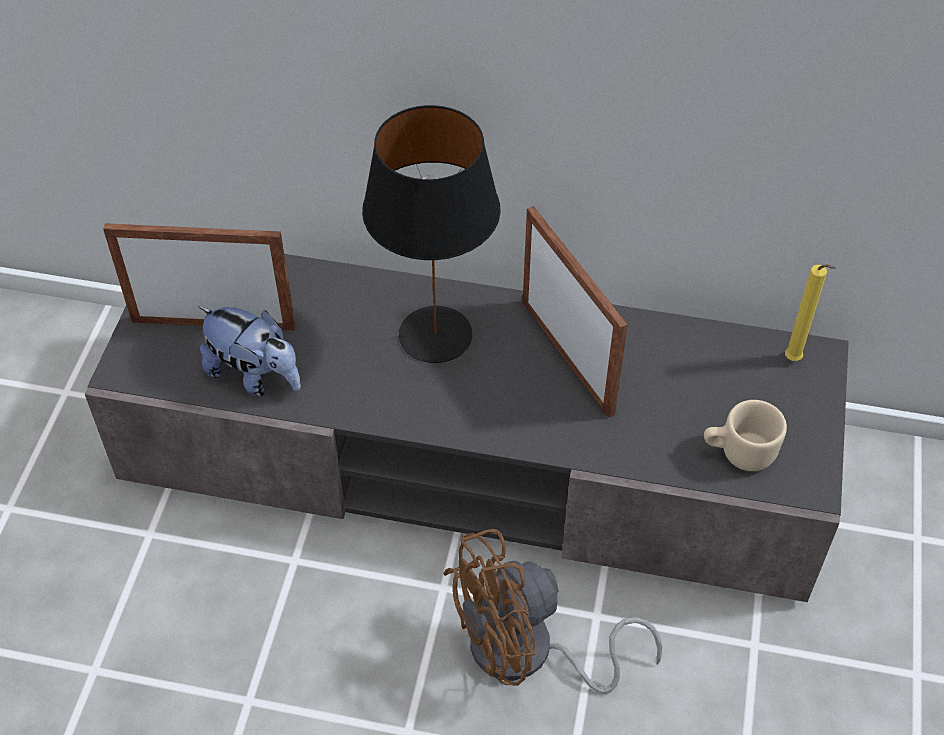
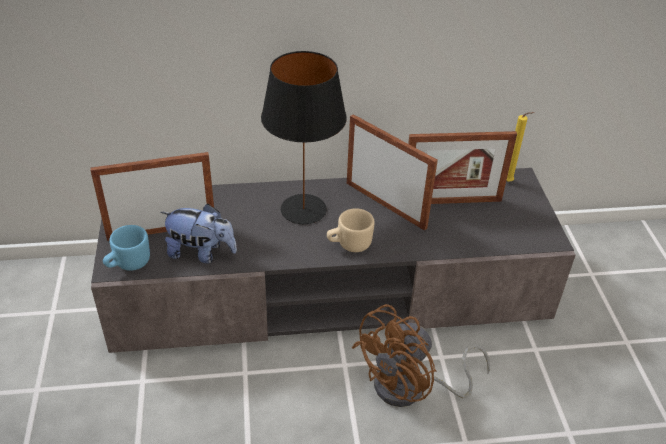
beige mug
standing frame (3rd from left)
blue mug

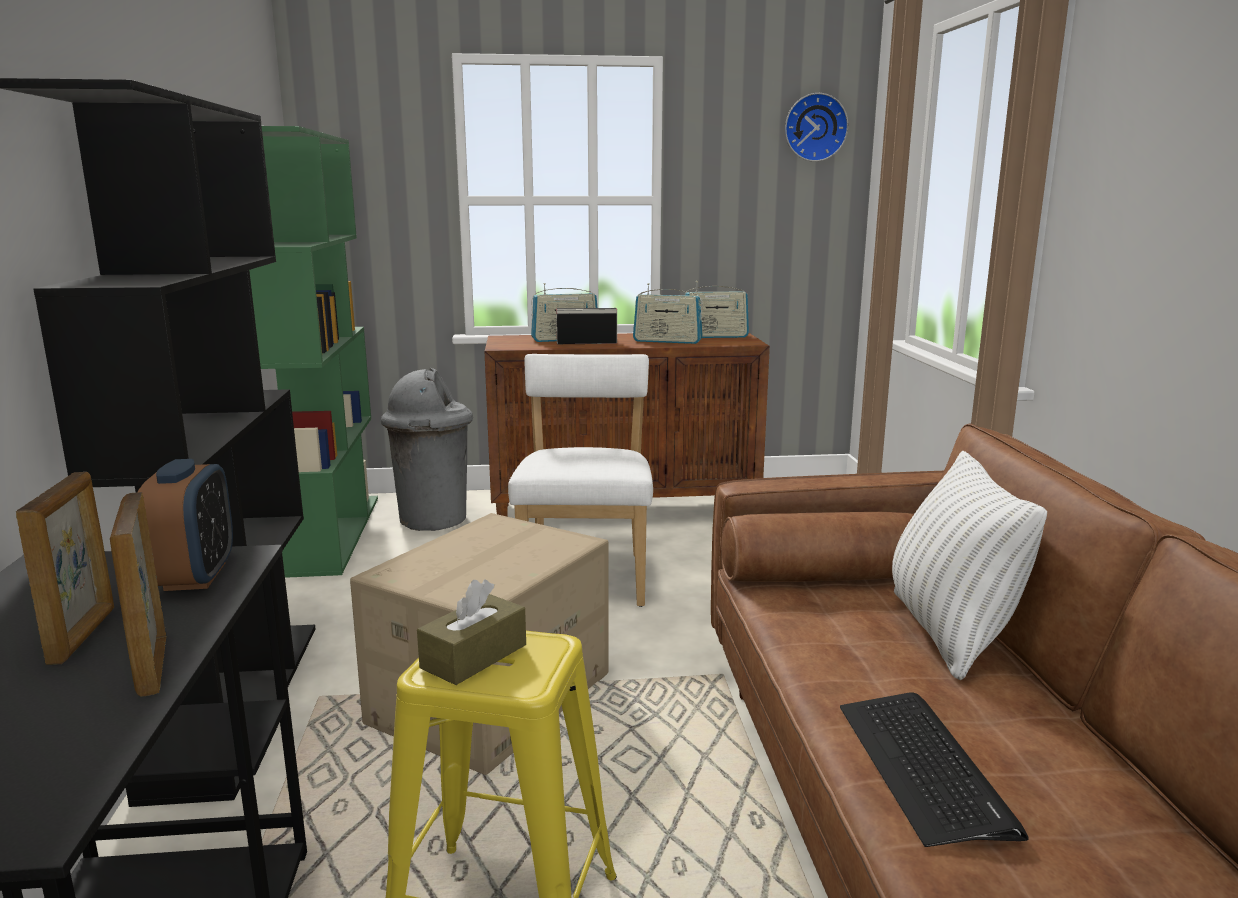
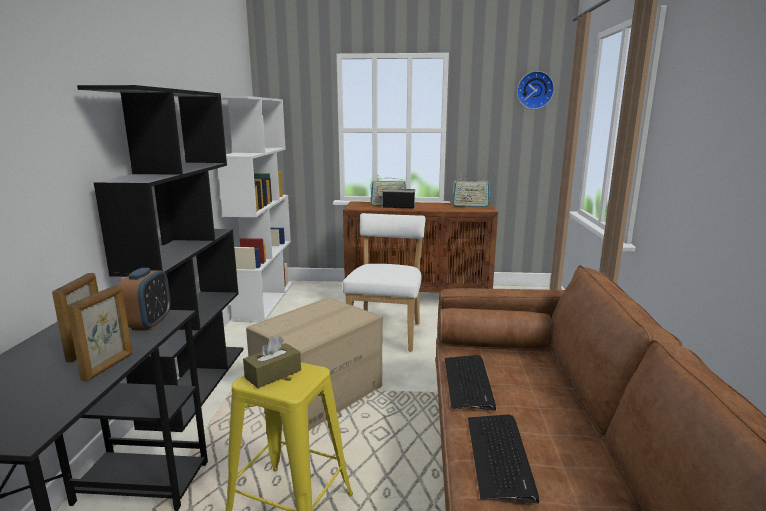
white shelving unit
radio receiver (3rd from left in the first image)
gray trash can
white cushion
standing frame (2nd from left)
keyboard (1st from left)

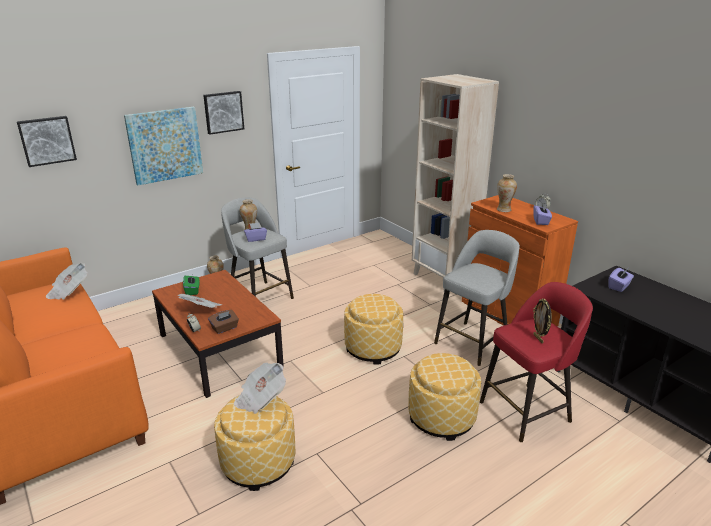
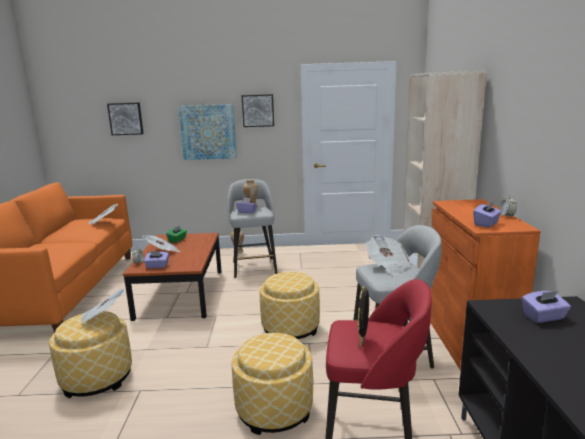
vase (3rd from left in the first image)
purple-coloured box of tissues (1st from left)
newspaper (4th from left)

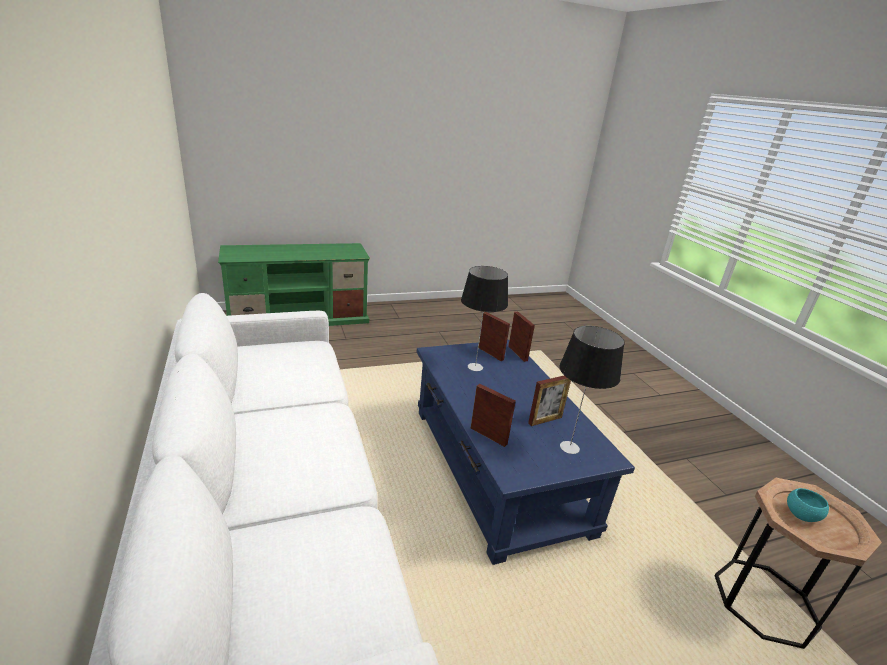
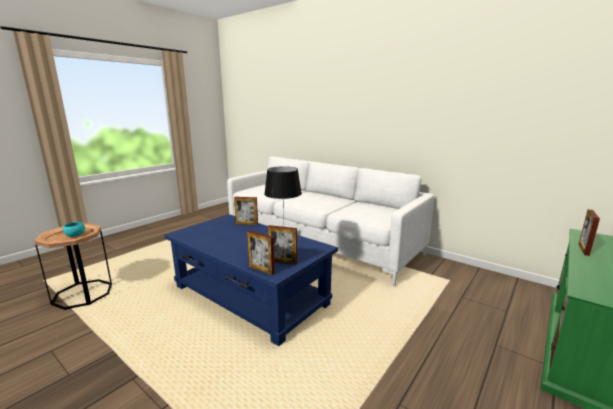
lamp for a table (2nd from left in the first image)
standing frame (4th from left)

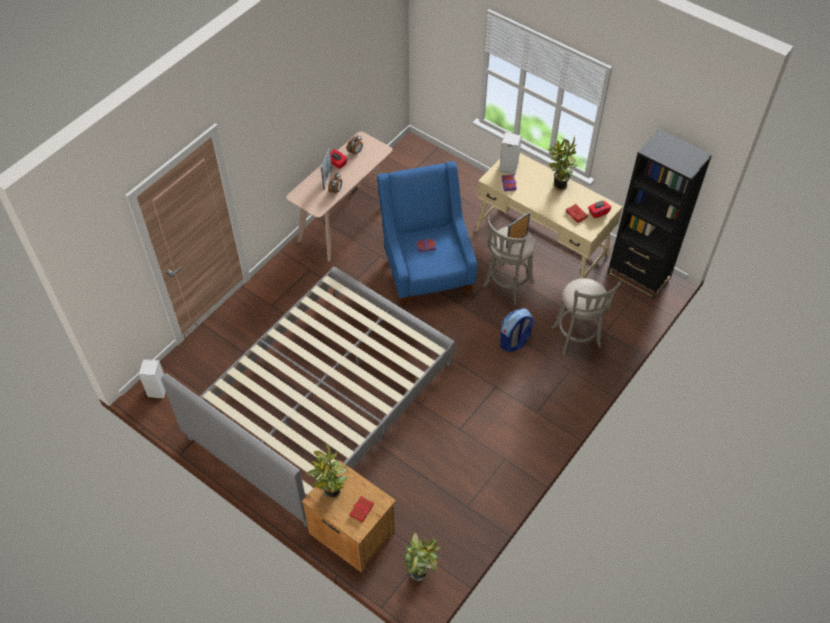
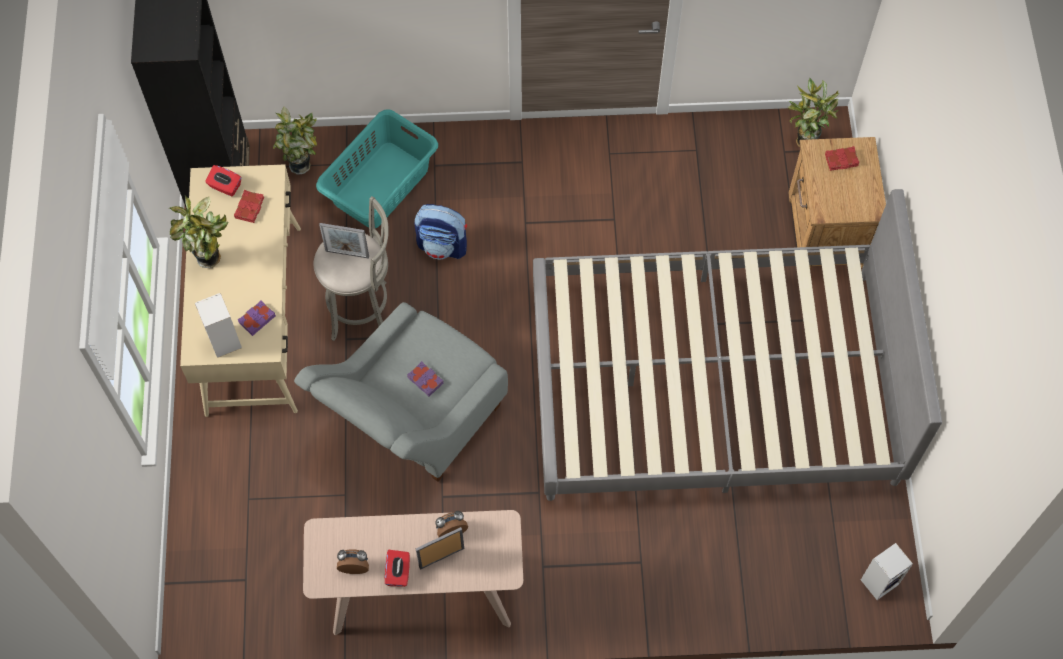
gray easy chair
blue-green laundry basket
houseplant (2nd from left)

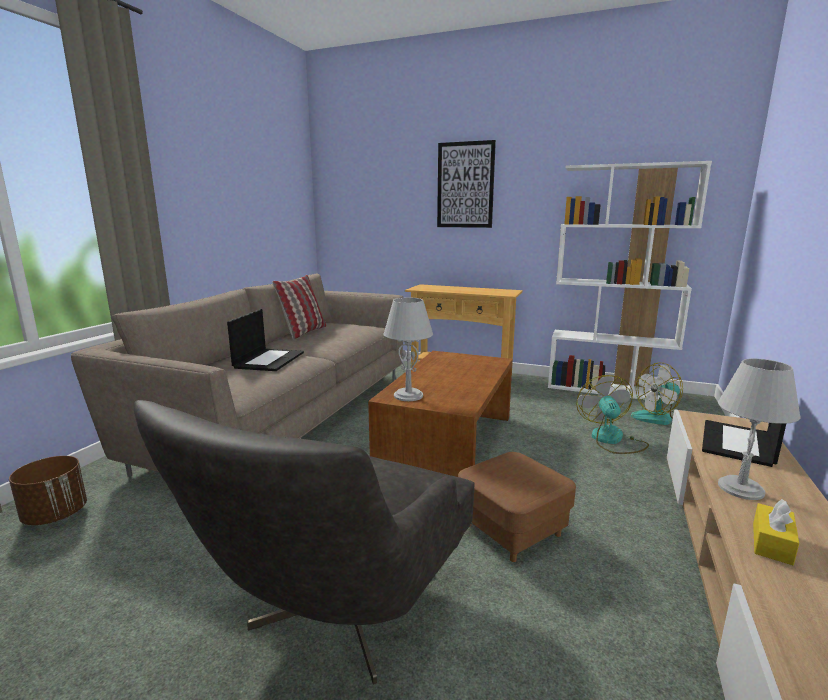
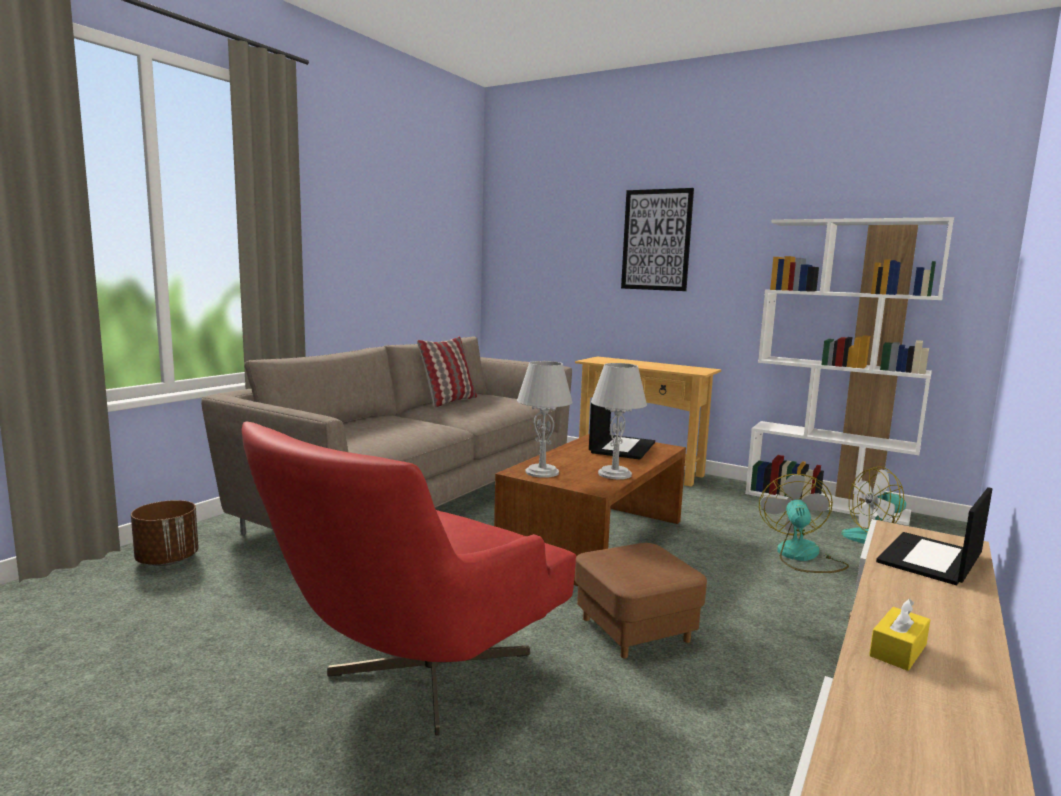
portable computer (1st from left)
gray lamp for a table (2nd from left)
red-coloured easy chair

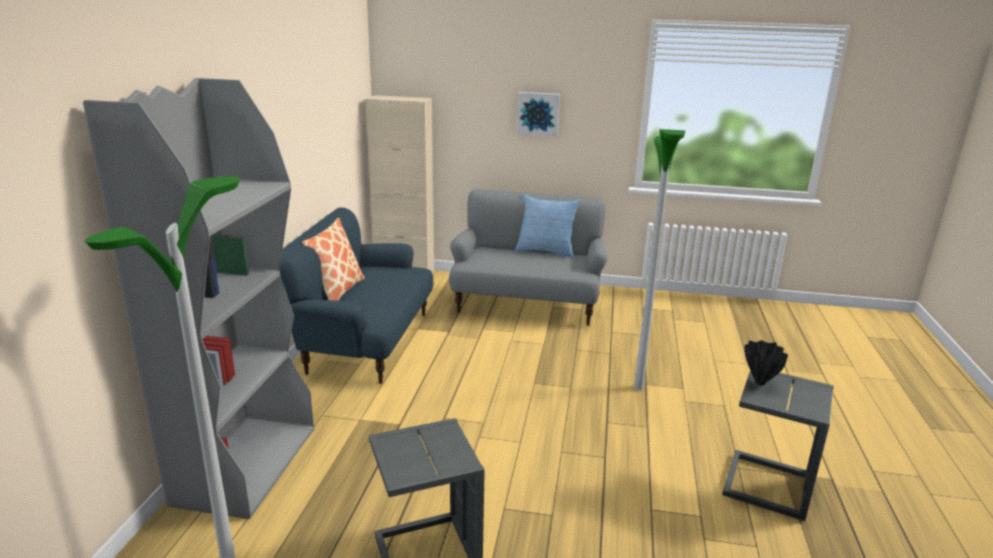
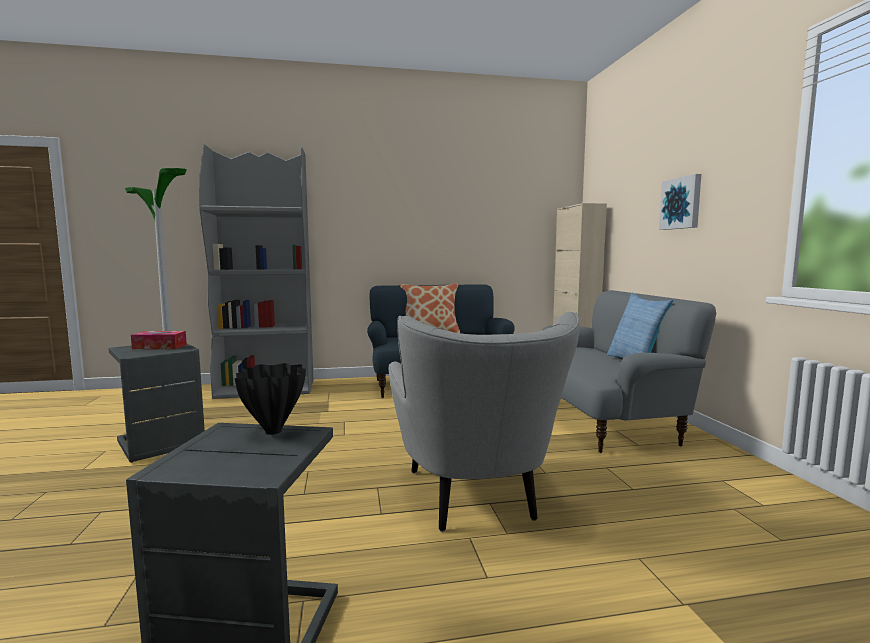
gray easy chair
box of tissues

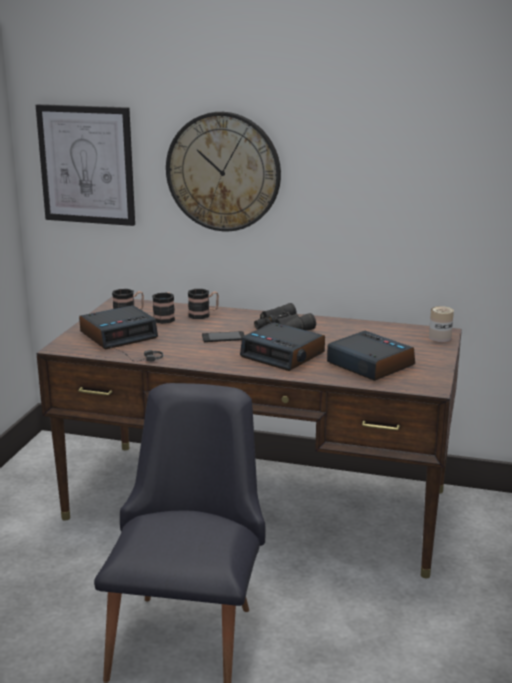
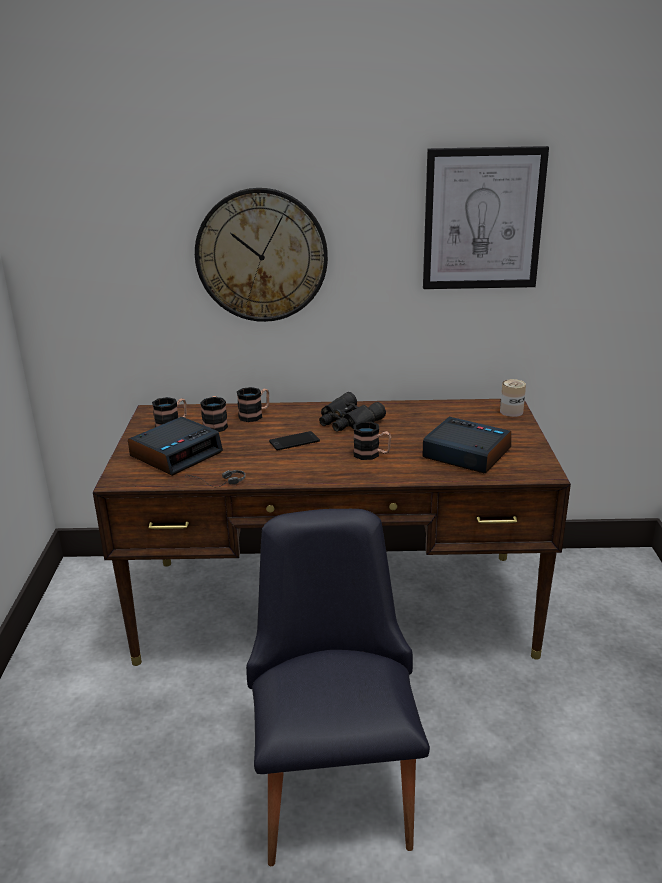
picture
mug (4th from left)

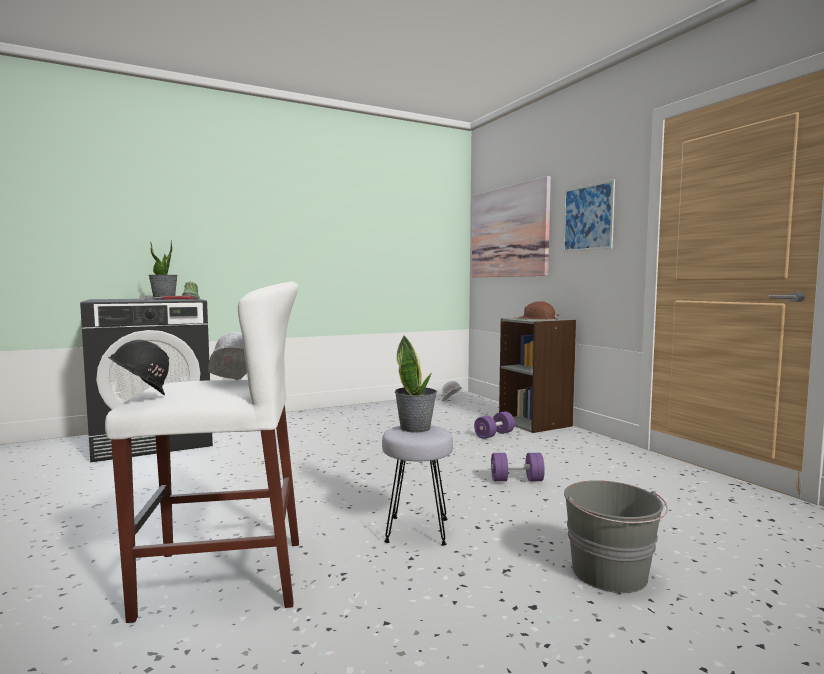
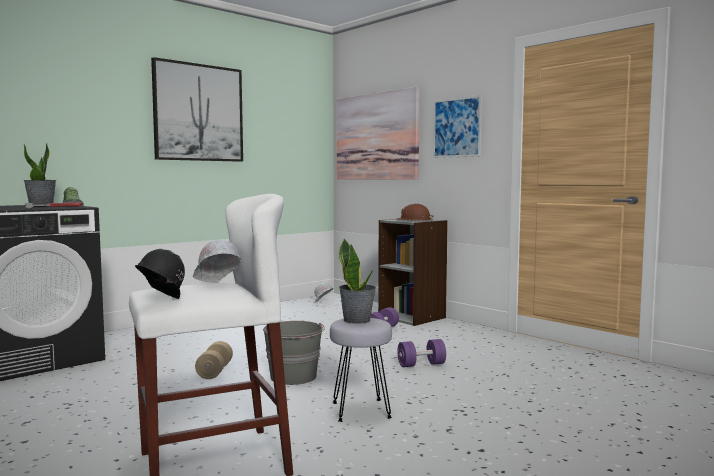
gray water bucket
picture (1st from left)
beige free weight

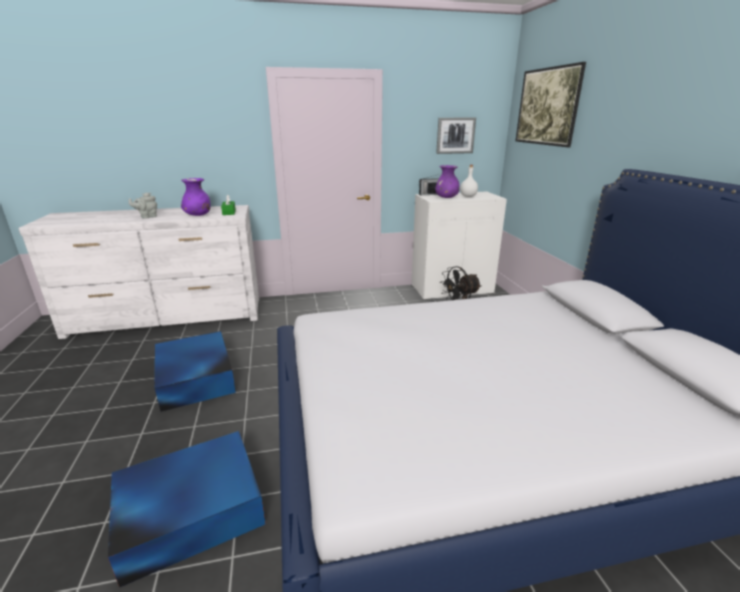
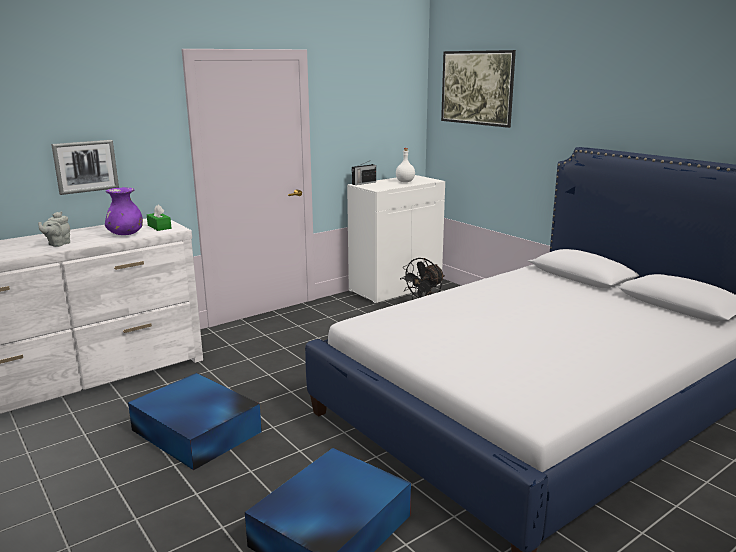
picture (1st from left)
purple-coloured vase (2nd from left in the first image)

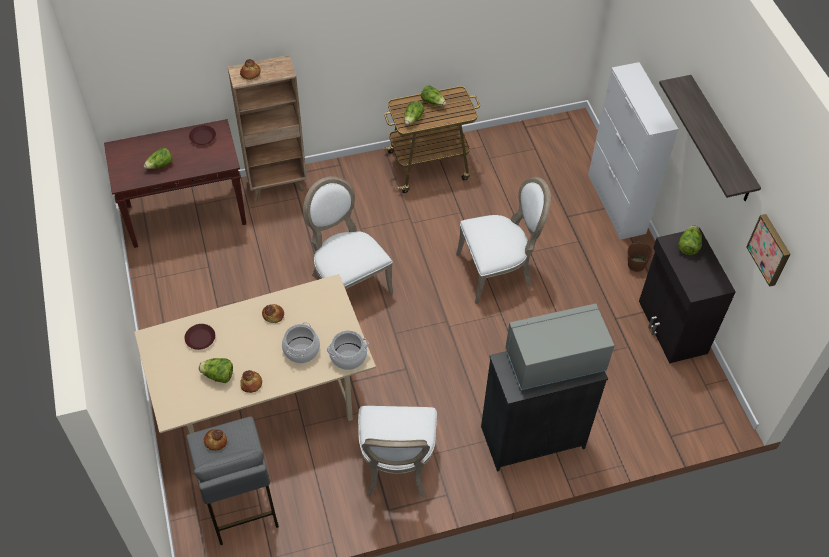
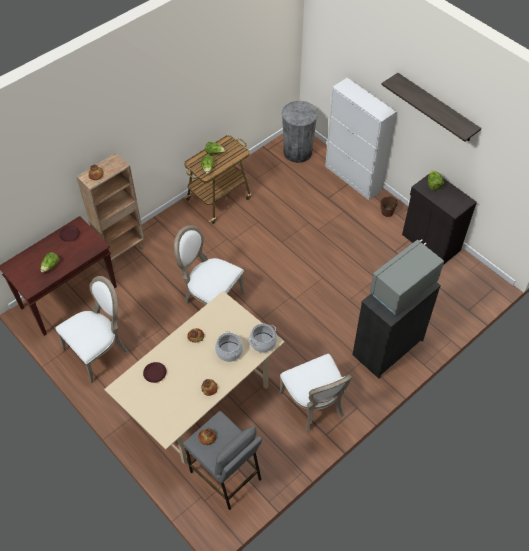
white plain chair (1st from left)
picture
lettuce (2nd from left in the first image)
gray trash can

